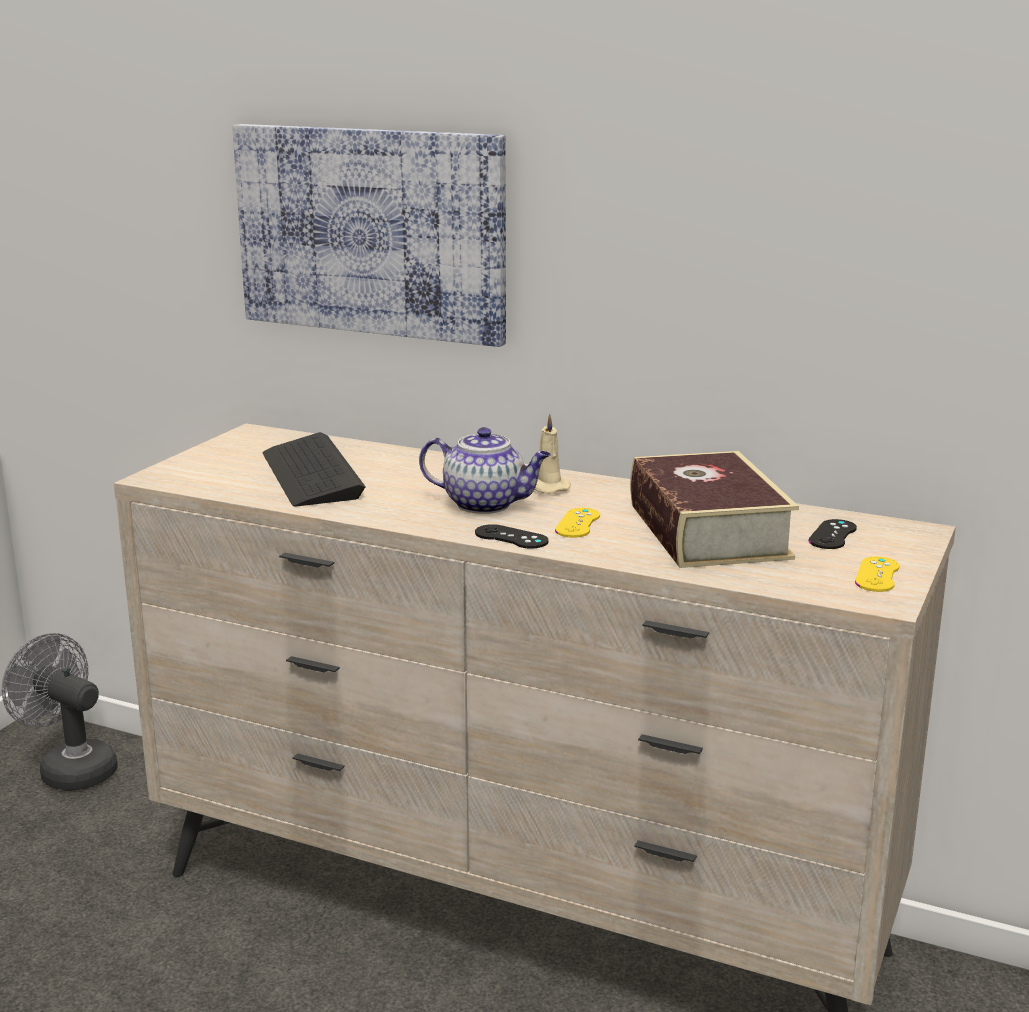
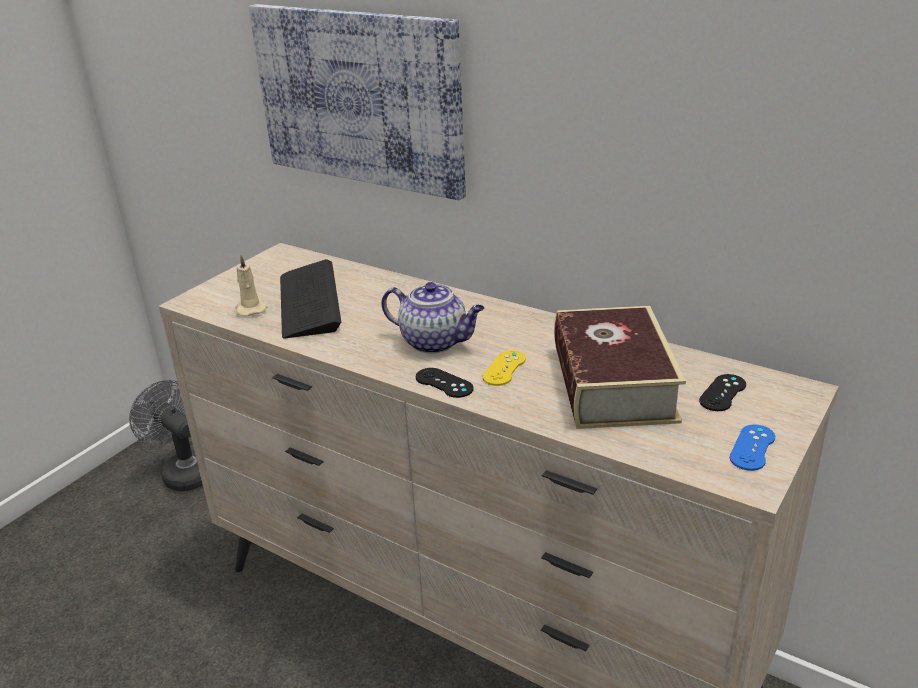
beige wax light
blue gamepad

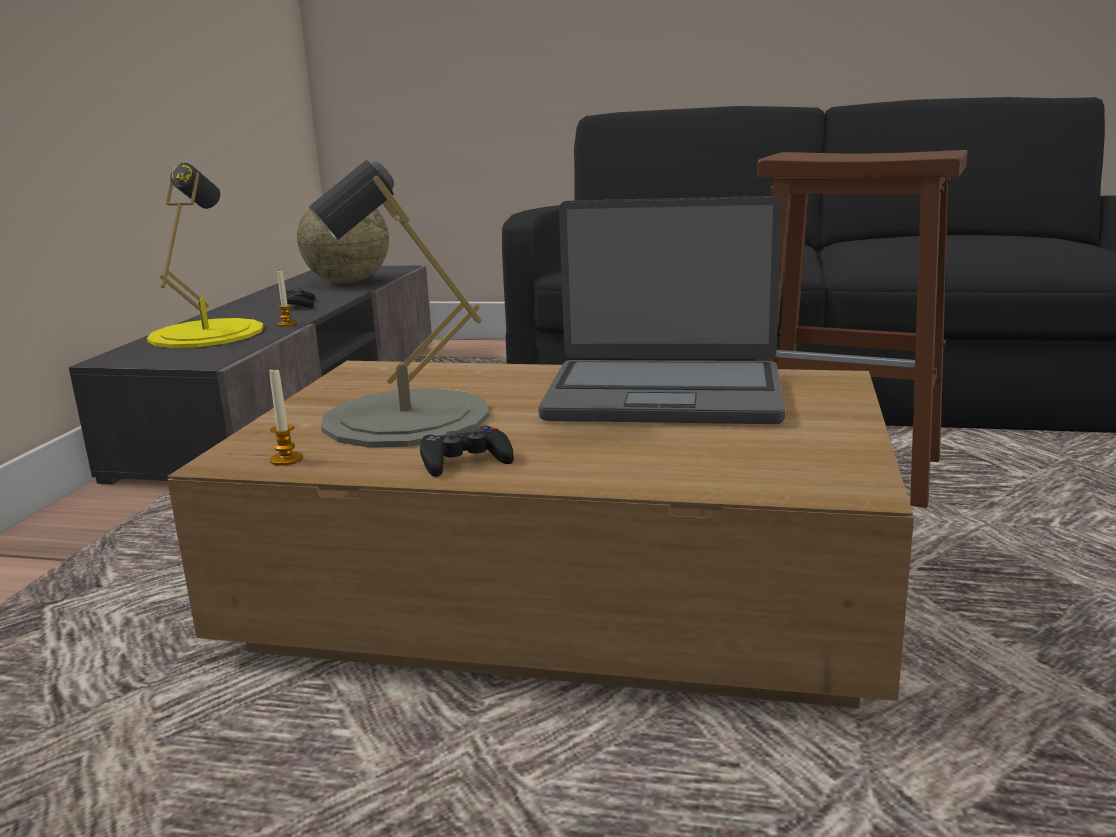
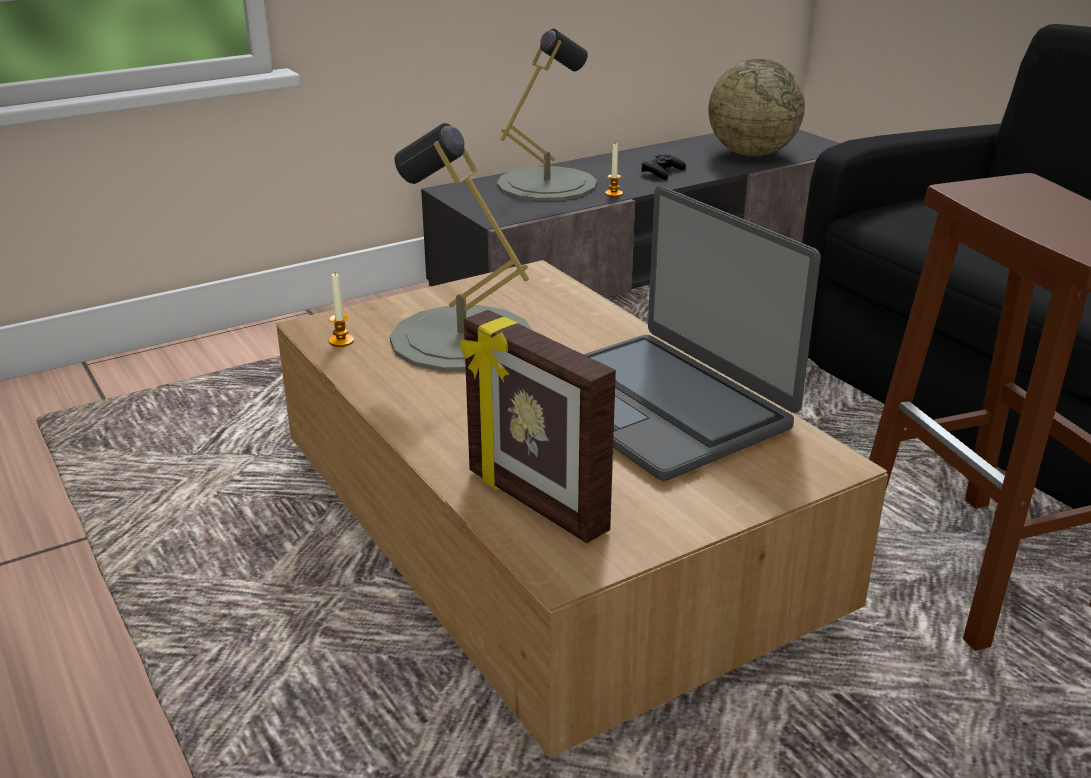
gray lamp for a table (2nd from left)
black-coloured gamepad (2nd from left in the first image)
standing frame

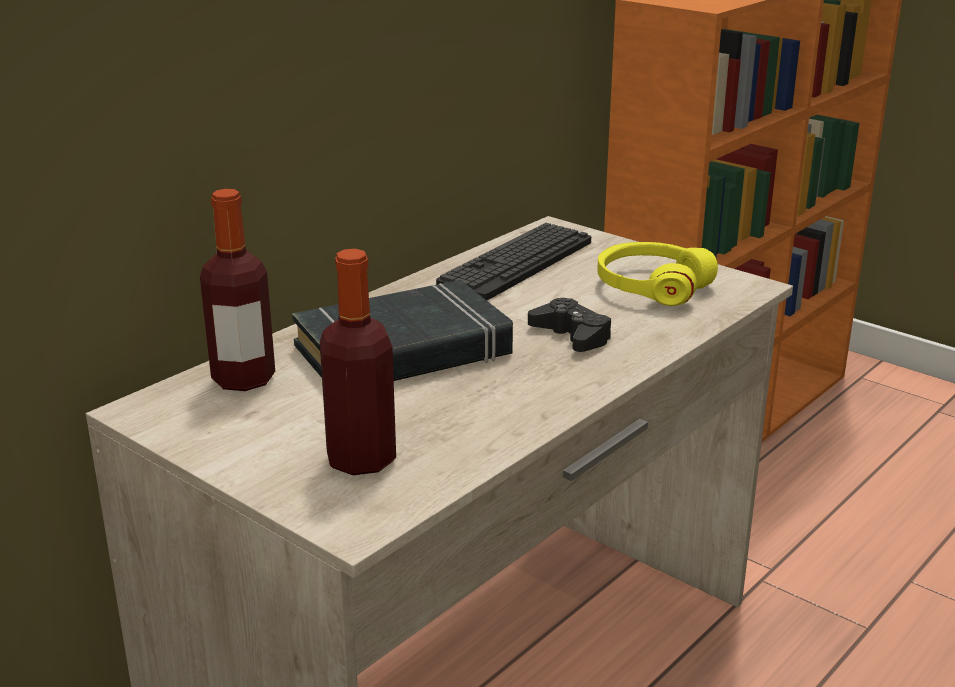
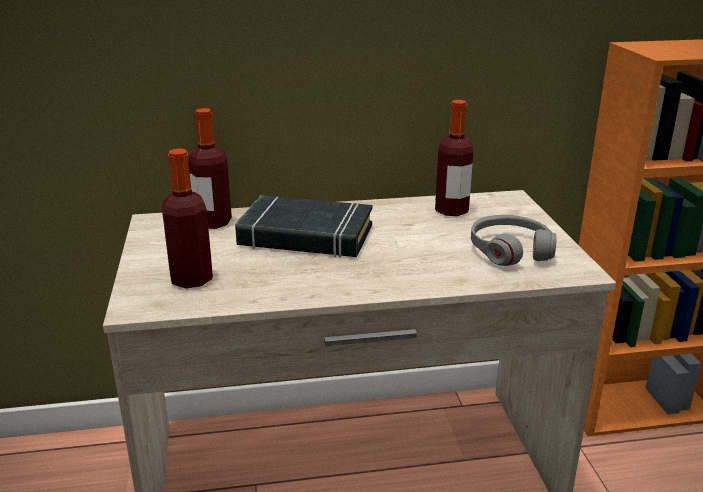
drink bottle (3rd from left)
gray headphones
black-coloured gamepad

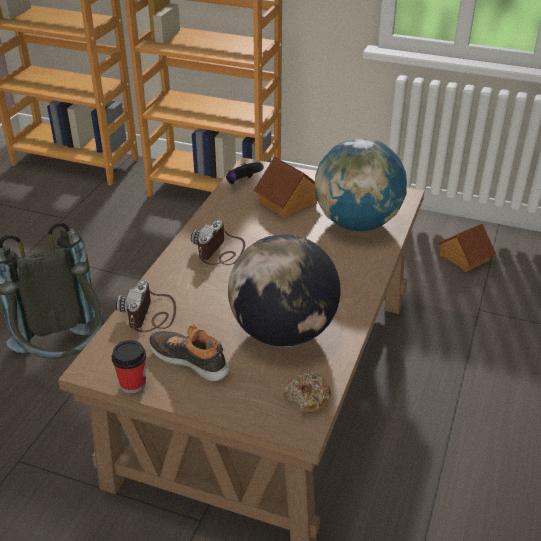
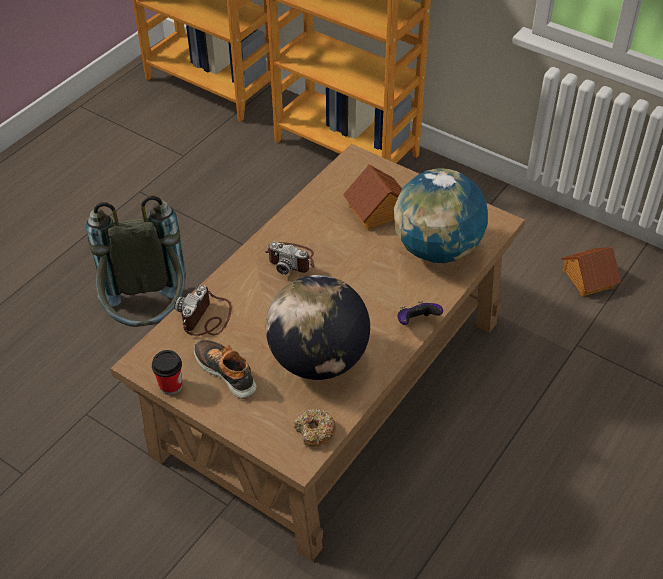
gamepad
photo camera (2nd from left)

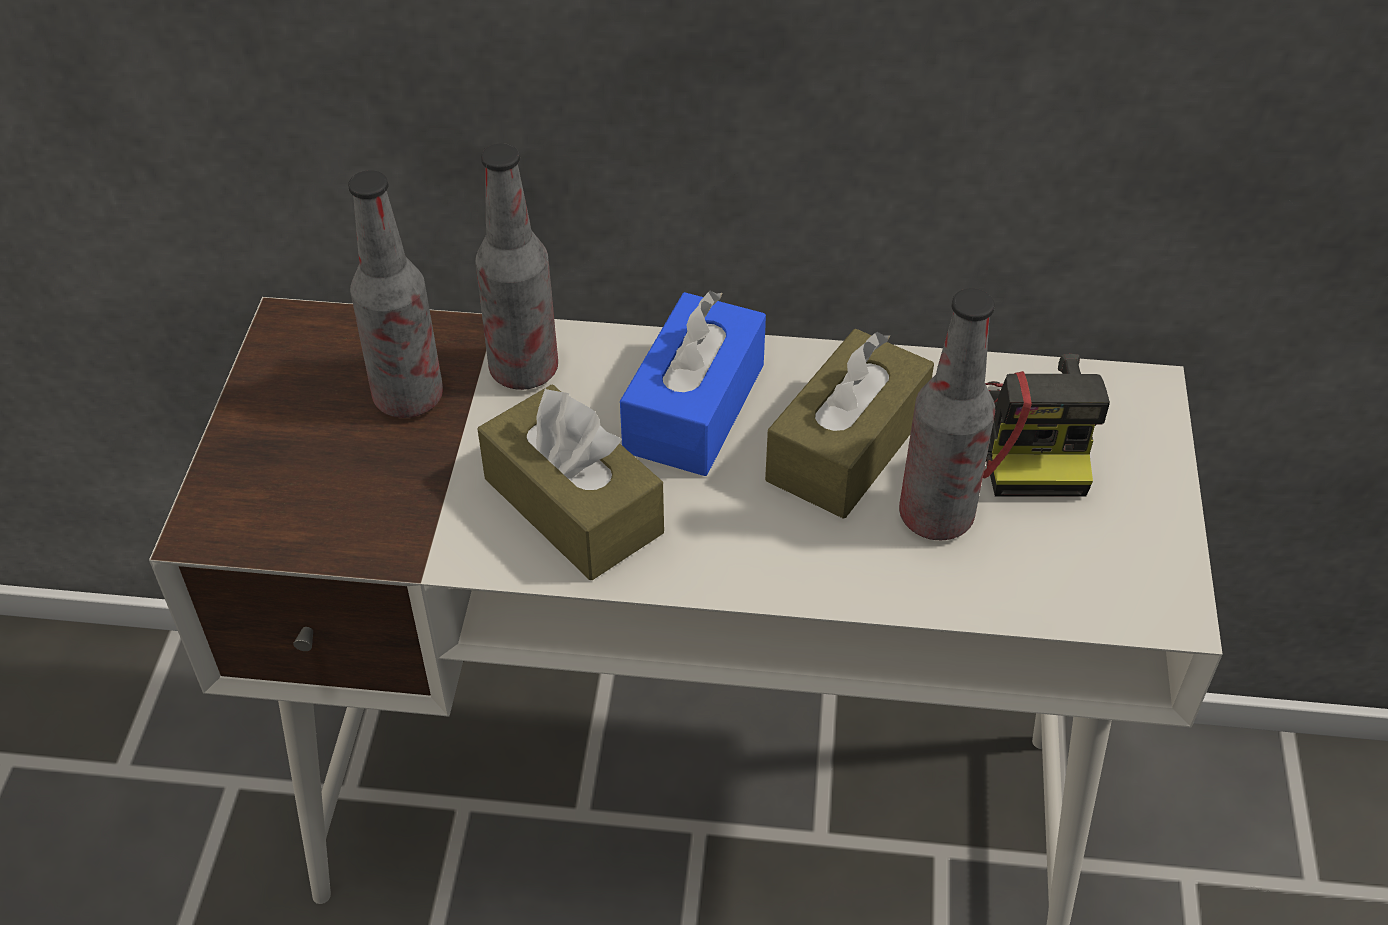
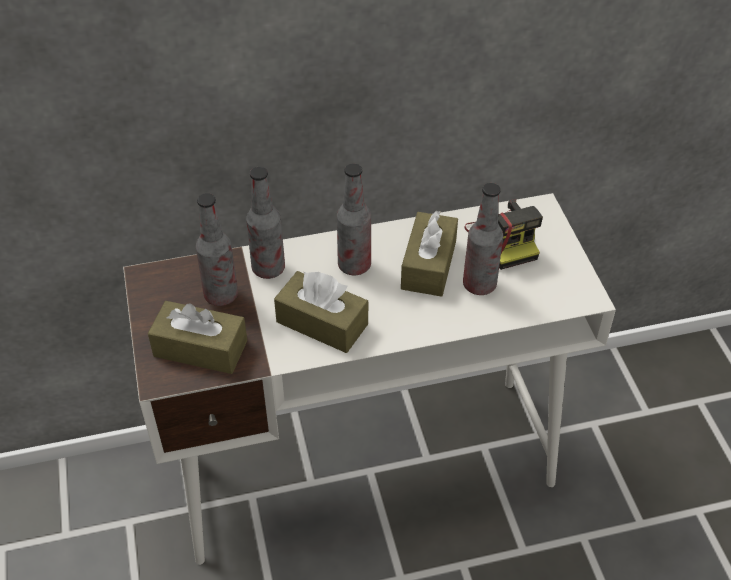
drink bottle (3rd from left)
brown-coloured box of tissues (1st from left)

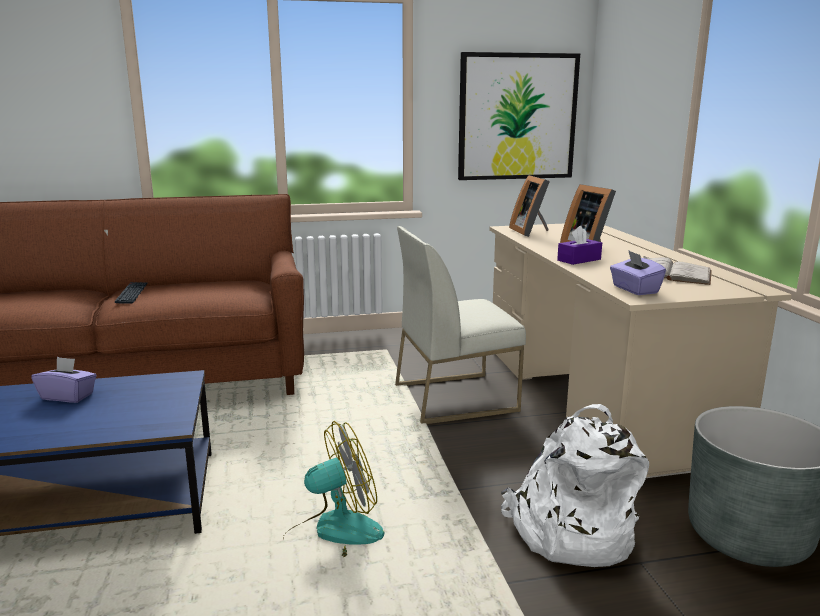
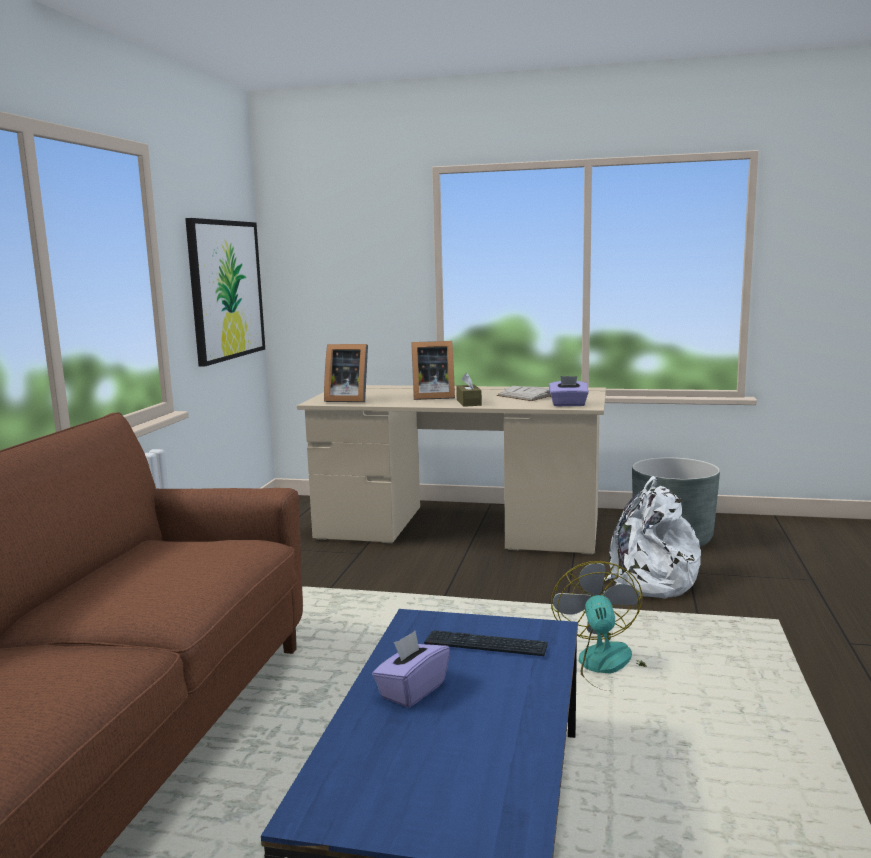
white plain chair
brown-coloured box of tissues
keyboard

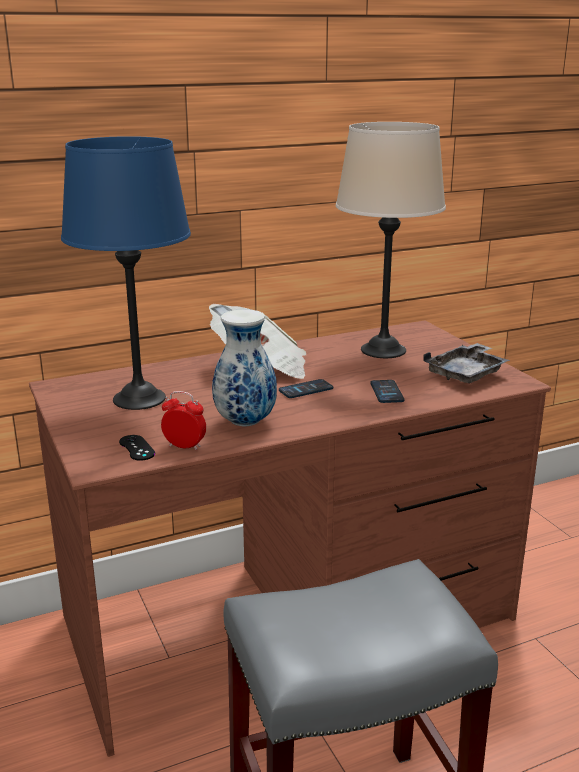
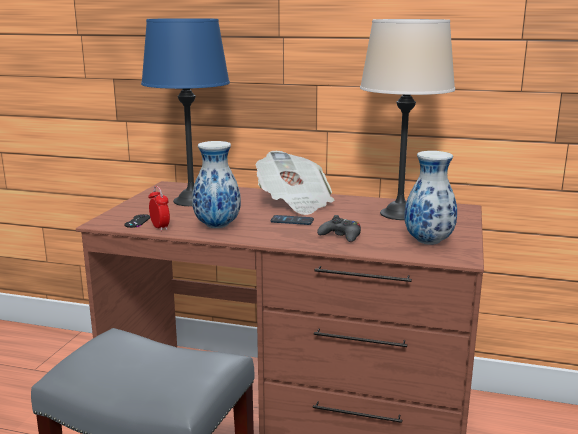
vase (2nd from left)
black-coloured gamepad (2nd from left)

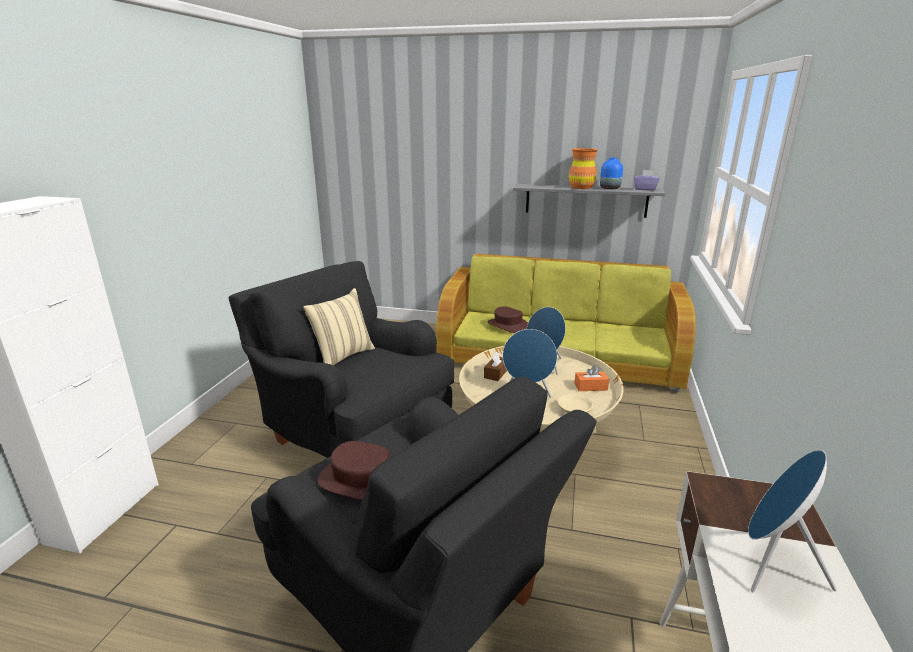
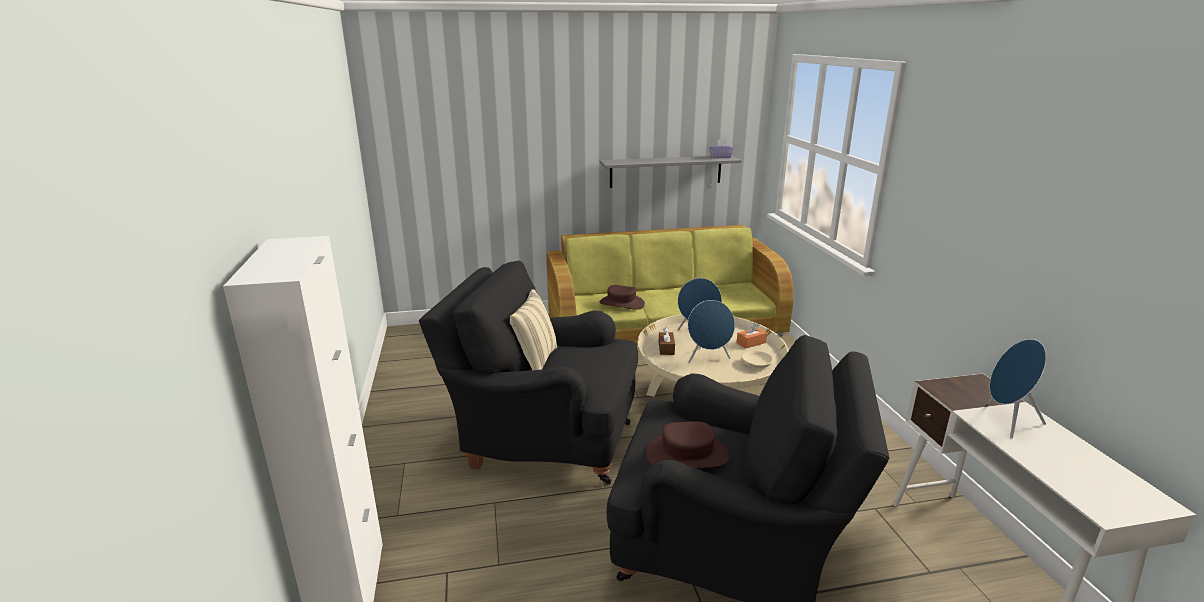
orange vase
blue vase

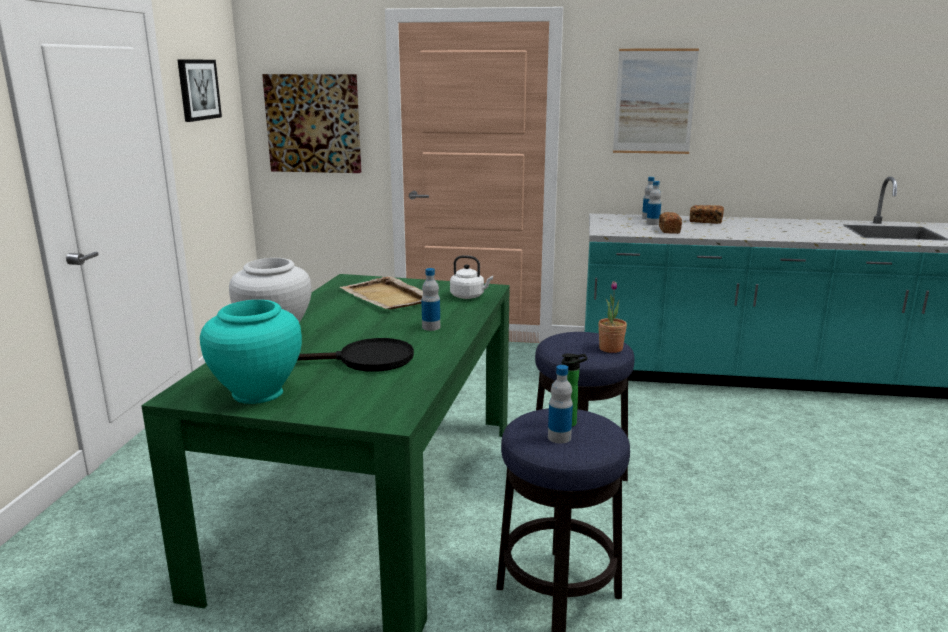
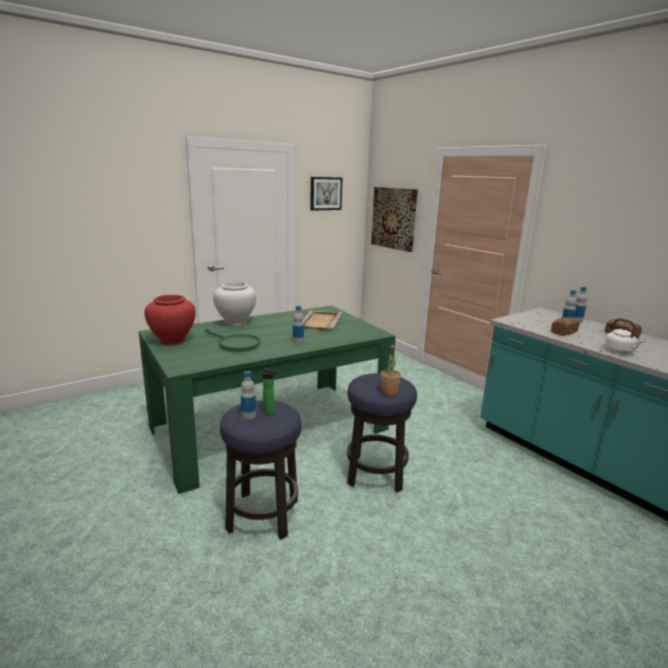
picture (3rd from left in the first image)
white water kettle
red-coloured vase
green-coloured frying pan

